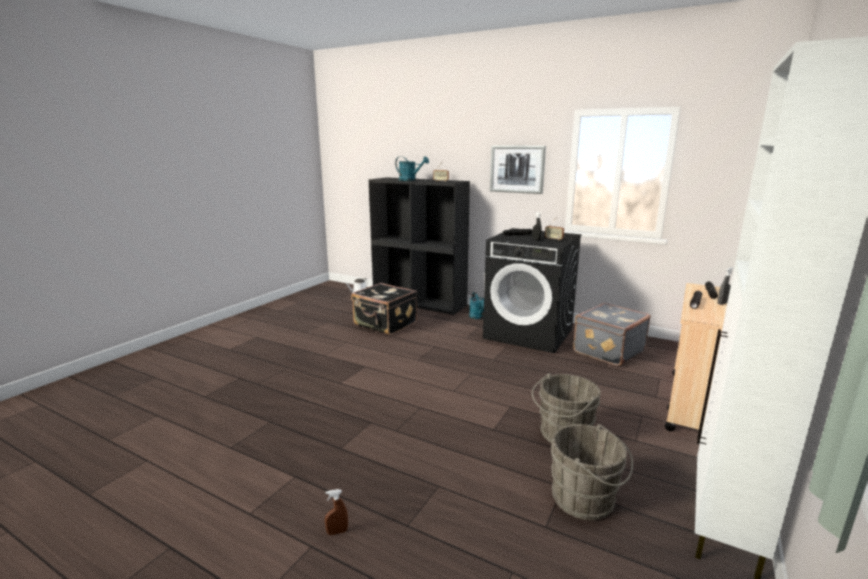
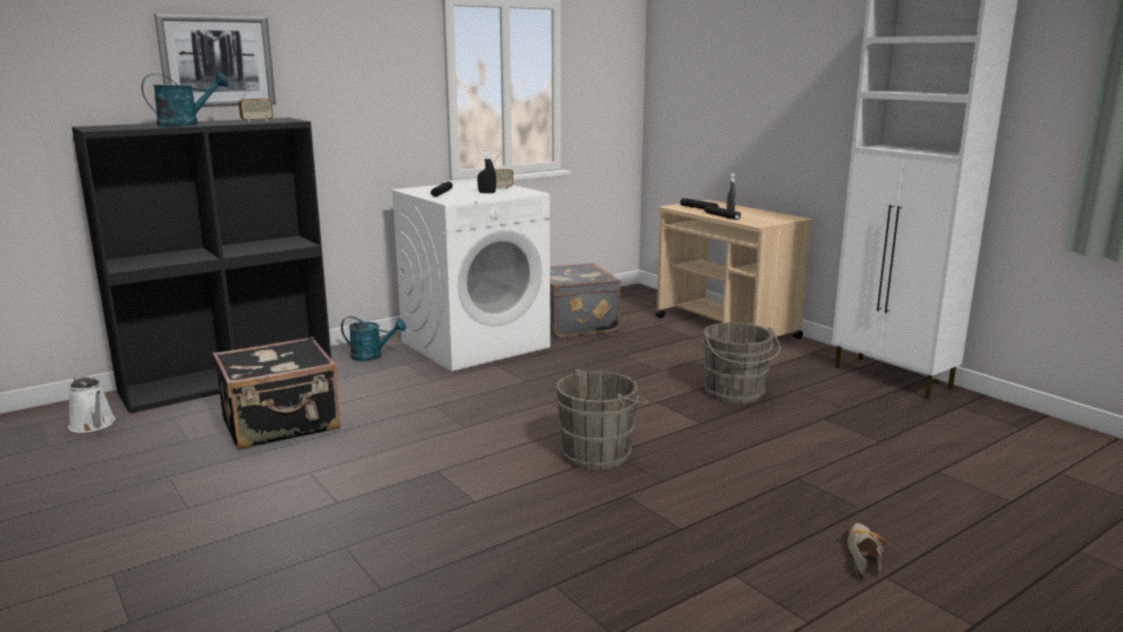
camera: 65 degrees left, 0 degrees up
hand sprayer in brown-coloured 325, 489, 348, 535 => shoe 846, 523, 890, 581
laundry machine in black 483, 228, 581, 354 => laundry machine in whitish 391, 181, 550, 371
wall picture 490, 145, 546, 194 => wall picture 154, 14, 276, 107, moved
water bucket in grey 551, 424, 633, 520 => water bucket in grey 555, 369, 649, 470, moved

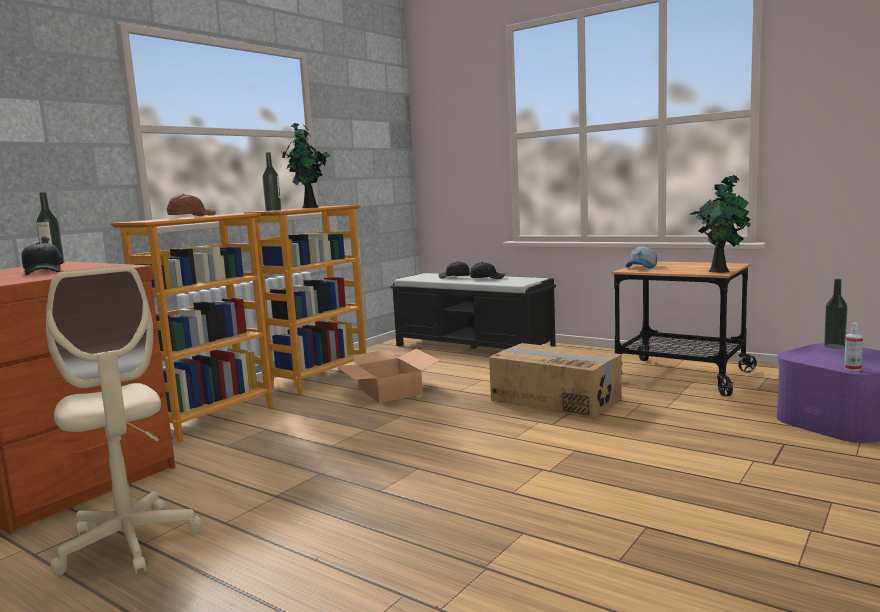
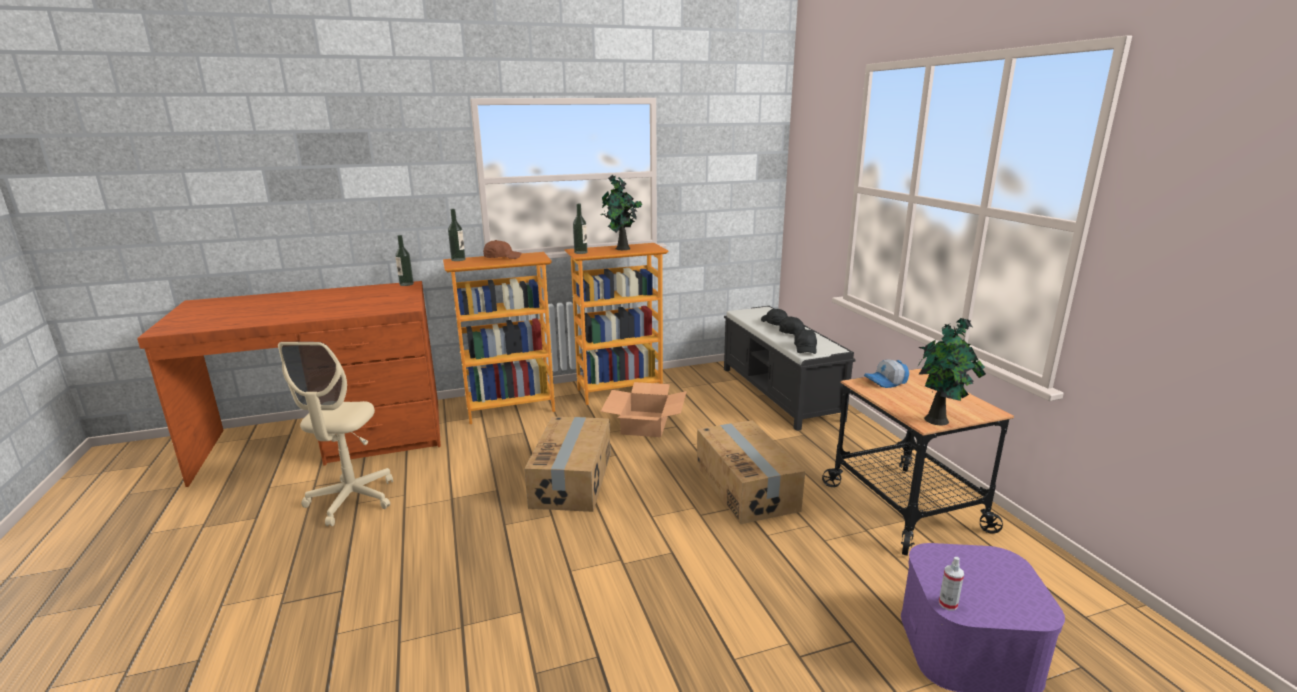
camera: 35 degrees right, 10 degrees up
cap in black 22, 242, 63, 275 => cap in black 794, 329, 817, 354, moved
beverage bottle 824, 279, 848, 349 => beverage bottle 448, 209, 466, 261, moved
nothing => cardboard box 524, 417, 610, 512

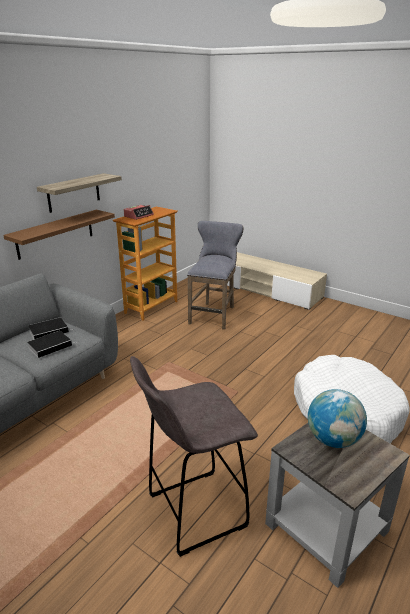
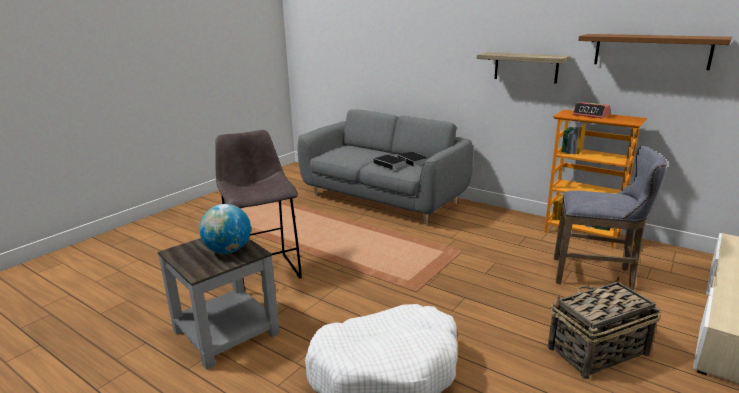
camera: 90 degrees right, 5 degrees down
shelf in brown-coloured 3, 210, 115, 260 => shelf in brown-coloured 578, 34, 732, 70, moved
nothing => household basket 548, 276, 661, 379

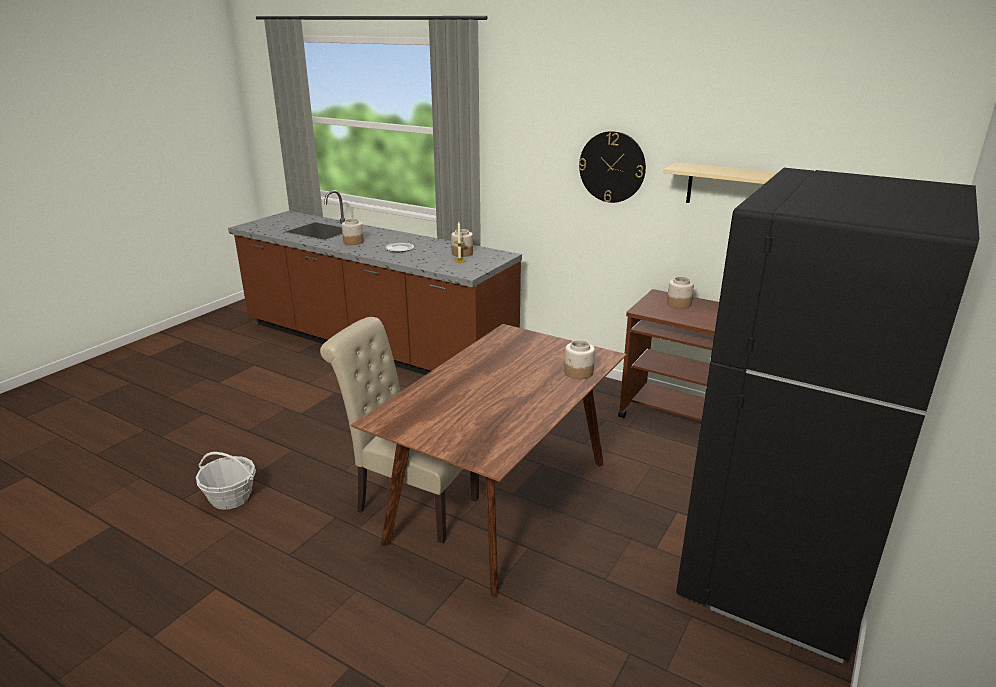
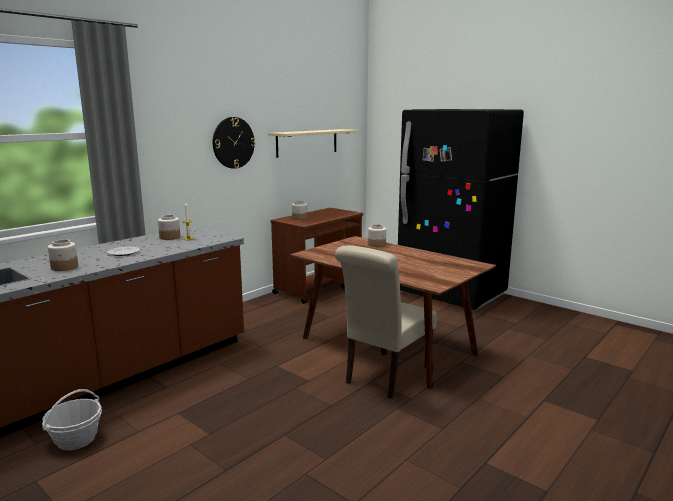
camera: 80 degrees left, 10 degrees down
household basket 196, 452, 256, 510 => household basket 42, 389, 102, 450, moved

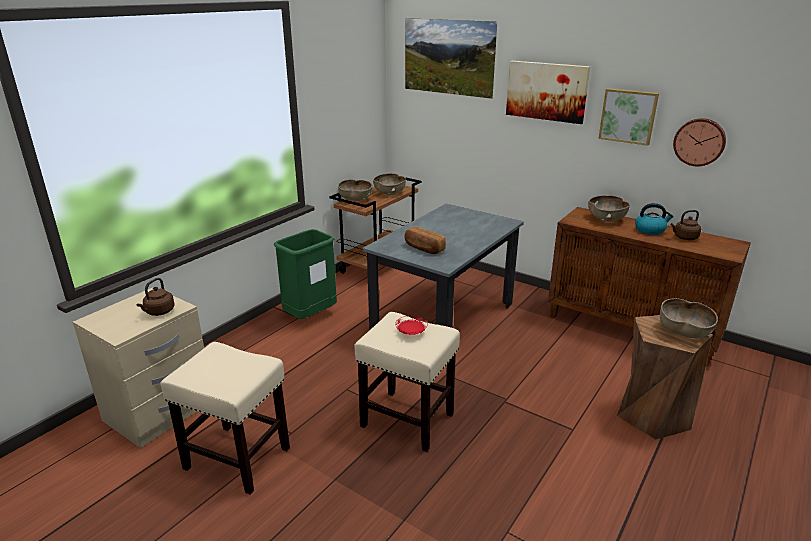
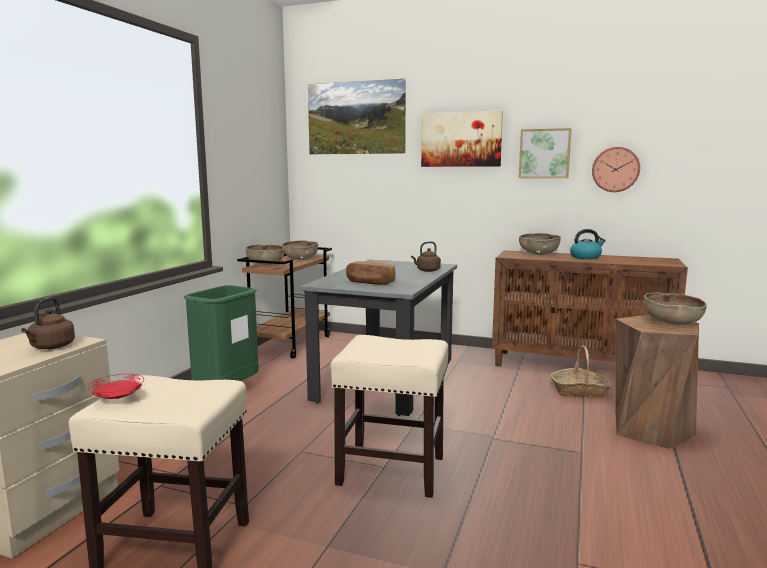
camera: 15 degrees left, 15 degrees down
plate in reddish 395, 316, 428, 335 => plate in reddish 88, 374, 144, 399, moved
tea kettle in brown-coloured 671, 210, 701, 240 => tea kettle in brown-coloured 411, 241, 441, 272, moved
nothing => household basket 551, 345, 612, 398

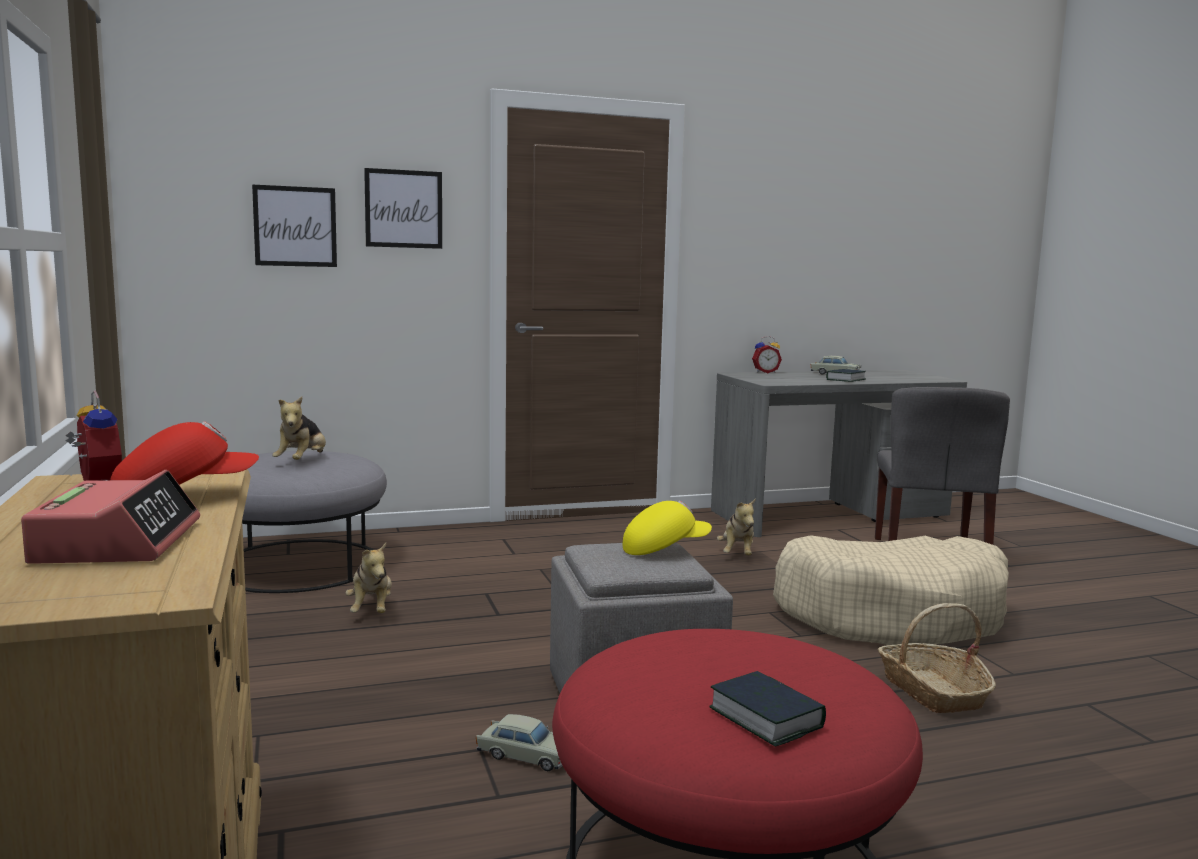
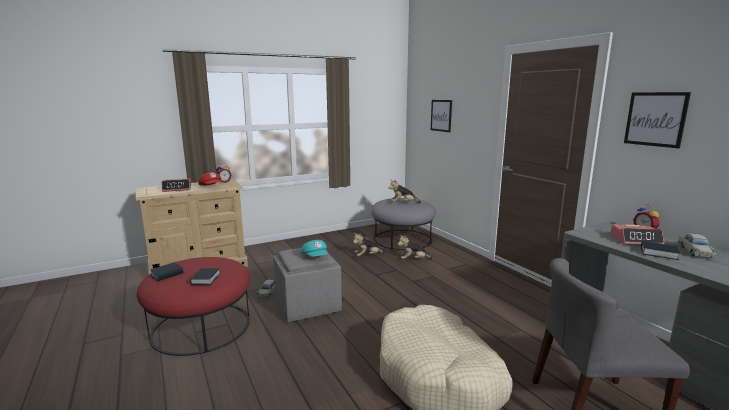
camera: 80 degrees right, 5 degrees up
wall picture 364, 168, 442, 249 => wall picture 624, 92, 691, 149, moved
cap in yellowish 623, 501, 712, 555 => cap in turquoise 301, 240, 328, 257
soft toy 717, 498, 756, 556 => soft toy 398, 234, 433, 259, moved
household basket 878, 603, 996, 713 => nothing
nothing => volume 190, 268, 220, 285
nothing => alarm clock 611, 224, 664, 245

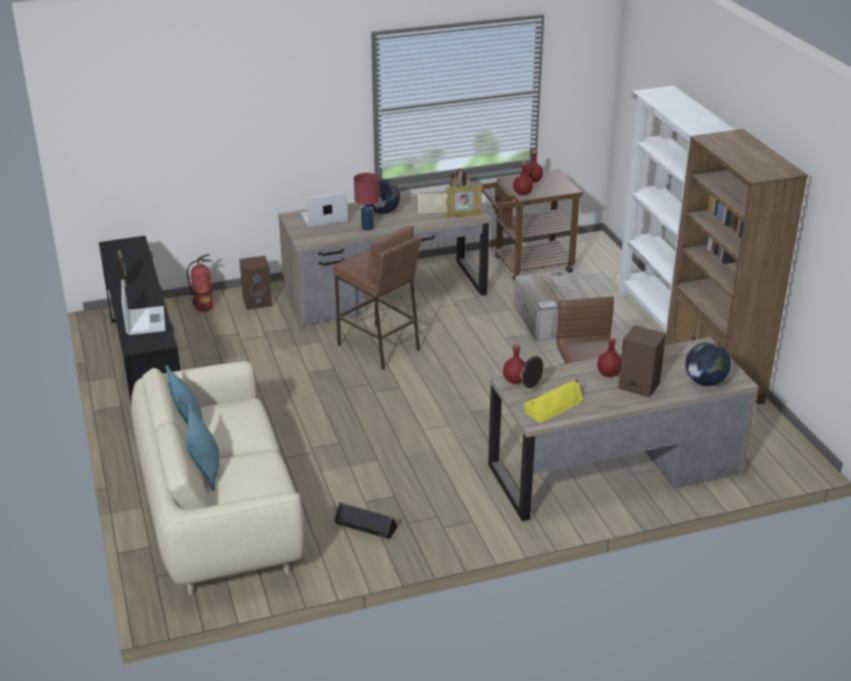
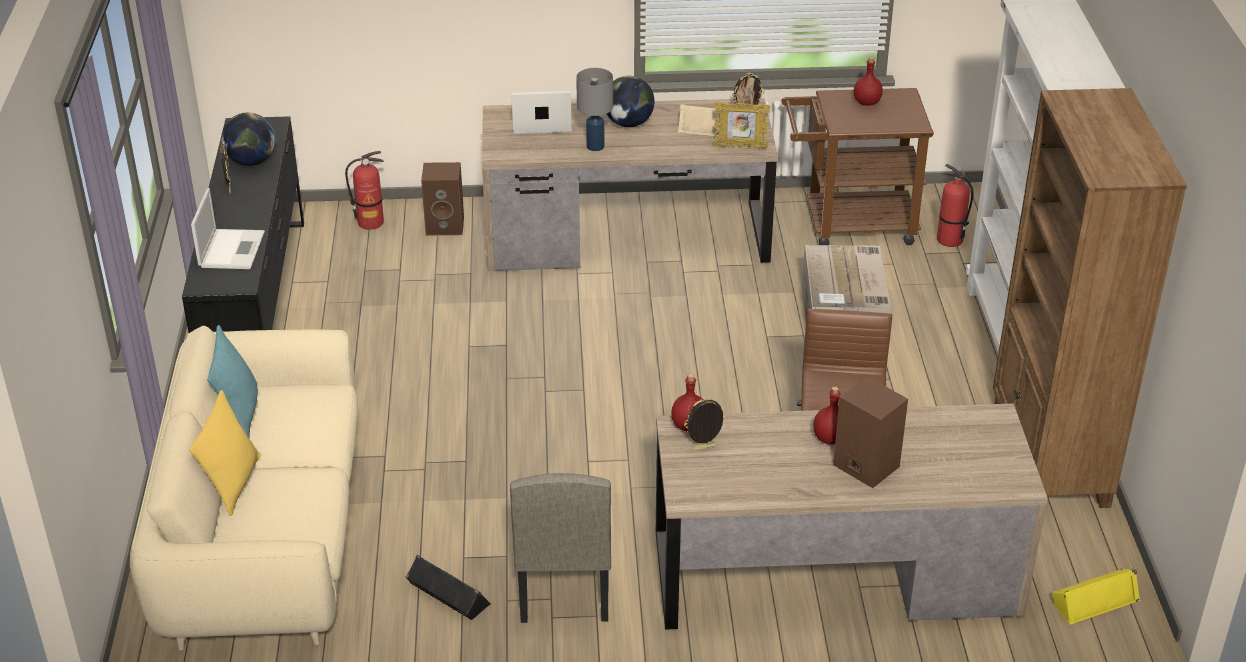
camera: 15 degrees right, 5 degrees up
pillow in turquoise 185, 404, 219, 491 => pillow in yellowish 189, 390, 261, 516
stool seat in brown-coloured 333, 225, 421, 370 => nothing
table lamp in reddish 354, 173, 379, 231 => table lamp in grey 576, 68, 613, 151
beverage bottle in reddish 513, 162, 533, 195 => nothing
speaker in yellowish 523, 379, 584, 423 => speaker in yellowish 1052, 569, 1140, 625, moved
desk globe 685, 342, 731, 386 => desk globe 221, 113, 275, 166, moved
nothing => plain chair in beige-coloured 510, 473, 611, 623
nothing => extinguisher 937, 164, 973, 247

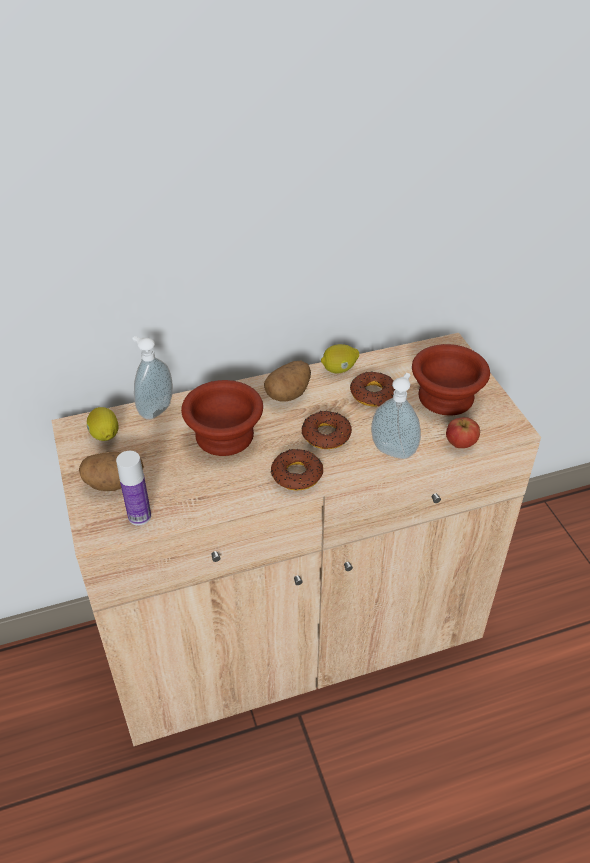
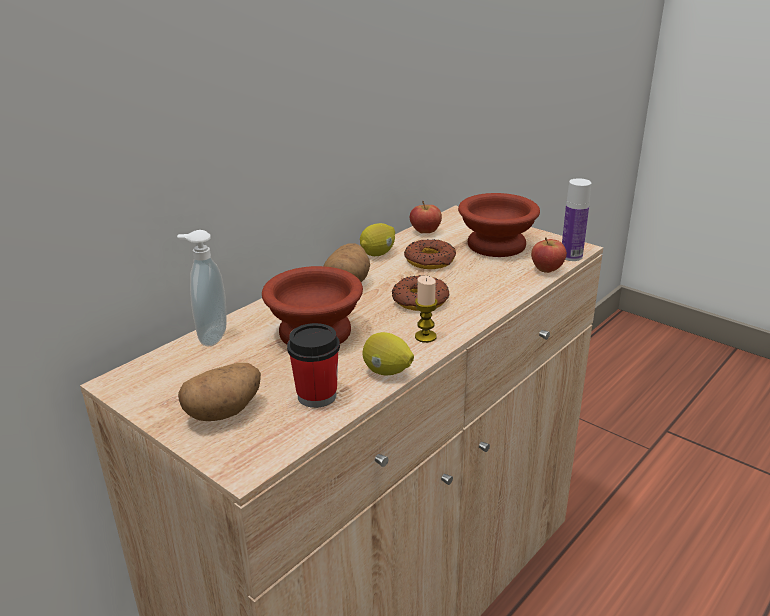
camera: 30 degrees left, 15 degrees down
lemon 87, 407, 119, 441 => lemon 362, 332, 414, 375, moved
beverage bottle 116, 451, 151, 525 => beverage bottle 562, 178, 591, 261, moved
donut 271, 449, 323, 490 => wax light 415, 276, 438, 343
soap dispenser 371, 373, 421, 459 => nothing
nothing => drinking cup 287, 323, 340, 408
nothing => whole apple 410, 201, 442, 233

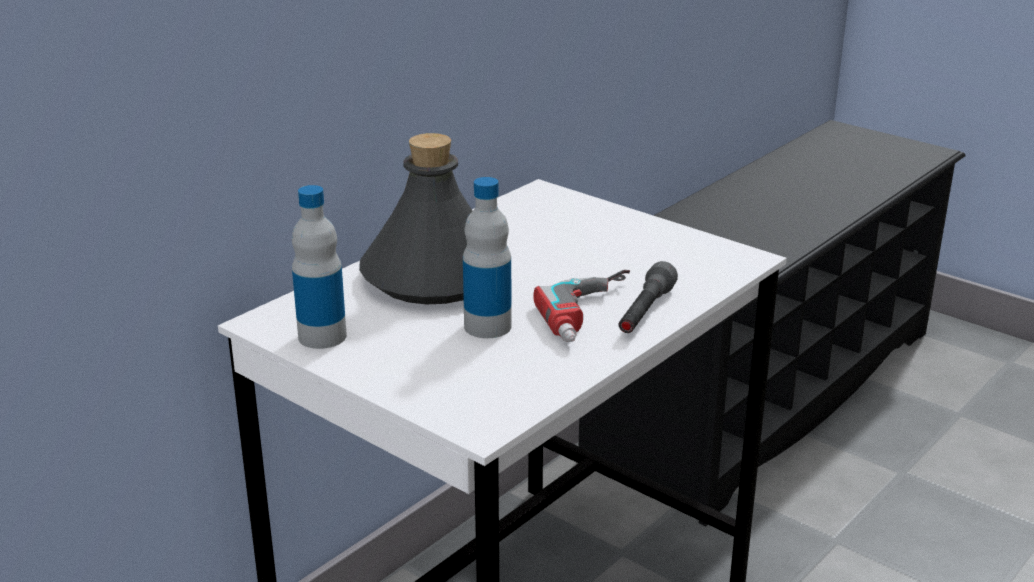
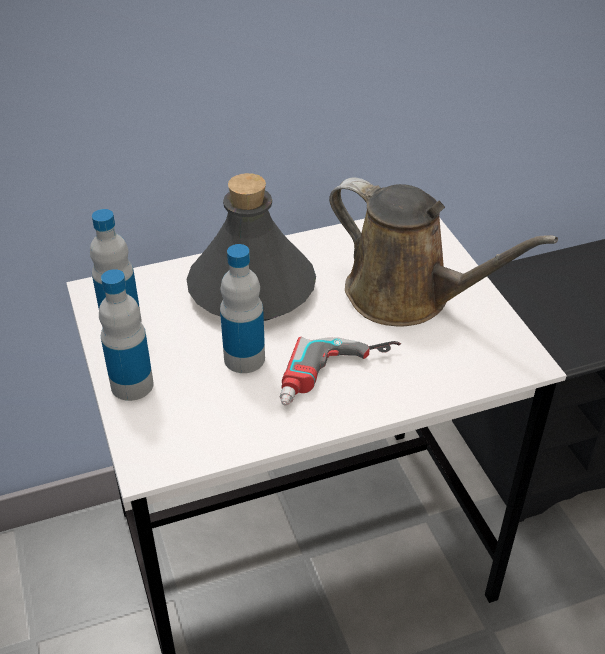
camera: 30 degrees right, 15 degrees up
flashlight in grey 619, 261, 678, 333 => nothing
nothing => beverage bottle 99, 269, 154, 401
nothing => watering can in brown-coloured 329, 178, 558, 327

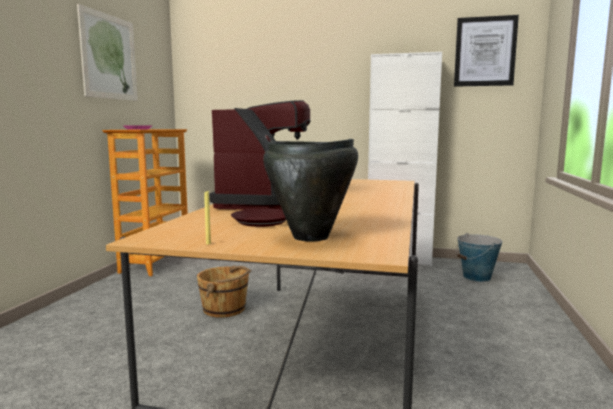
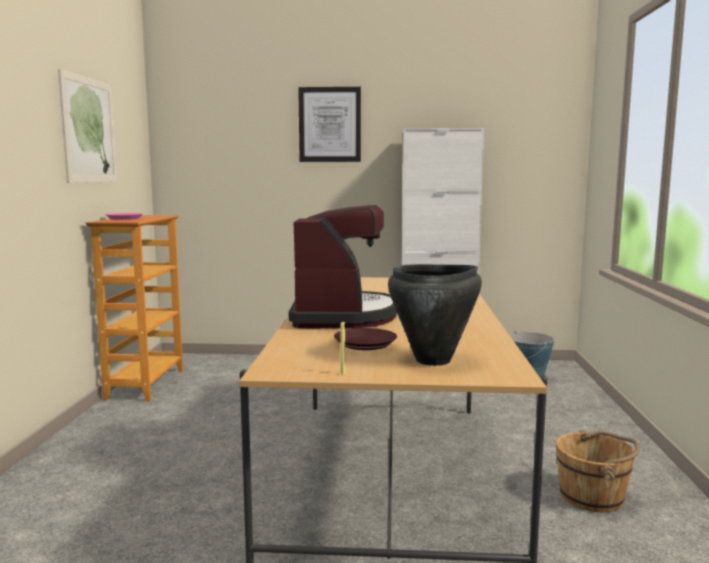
camera: 10 degrees left, 0 degrees up
water bucket in brown-coloured 197, 266, 251, 318 => water bucket in brown-coloured 556, 430, 640, 513, moved
wall picture 454, 15, 519, 87 => wall picture 298, 87, 361, 162, moved

